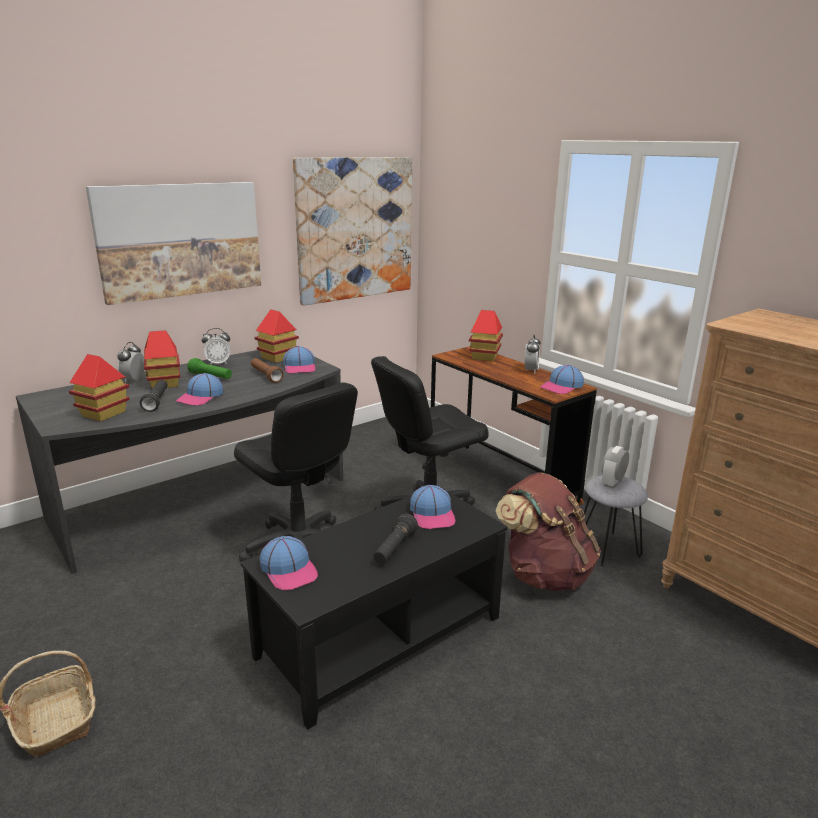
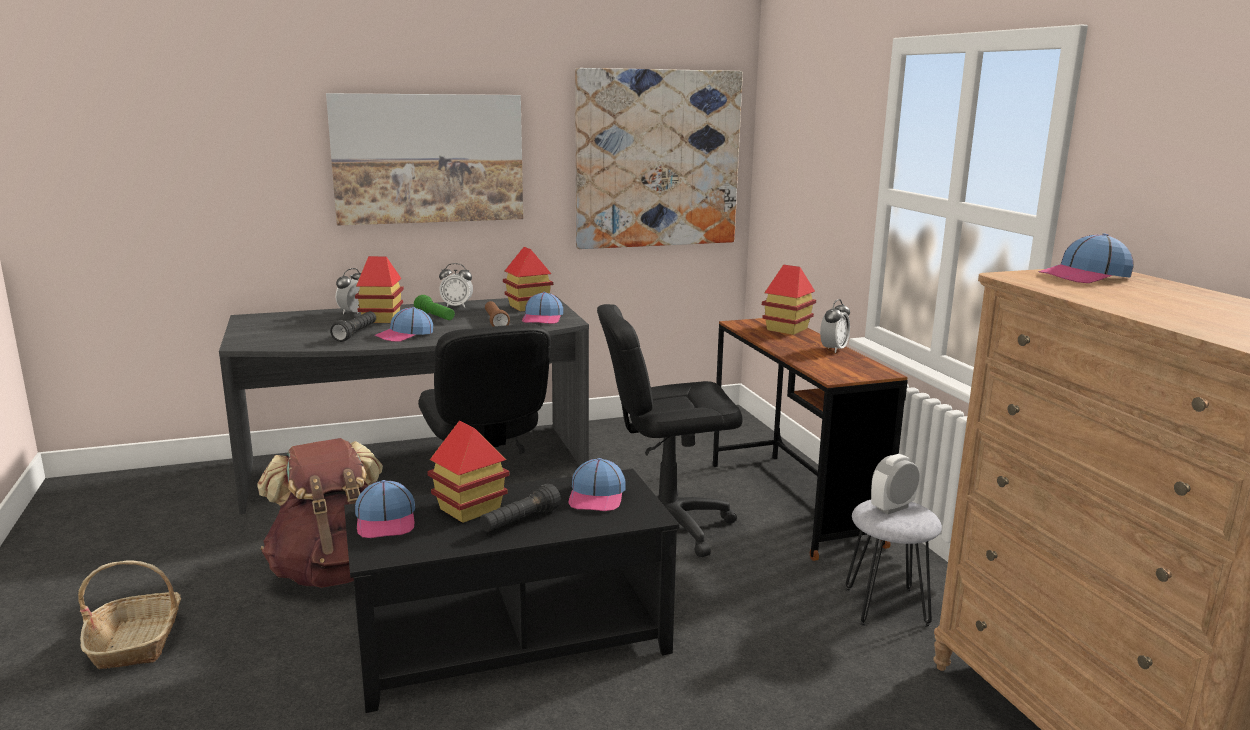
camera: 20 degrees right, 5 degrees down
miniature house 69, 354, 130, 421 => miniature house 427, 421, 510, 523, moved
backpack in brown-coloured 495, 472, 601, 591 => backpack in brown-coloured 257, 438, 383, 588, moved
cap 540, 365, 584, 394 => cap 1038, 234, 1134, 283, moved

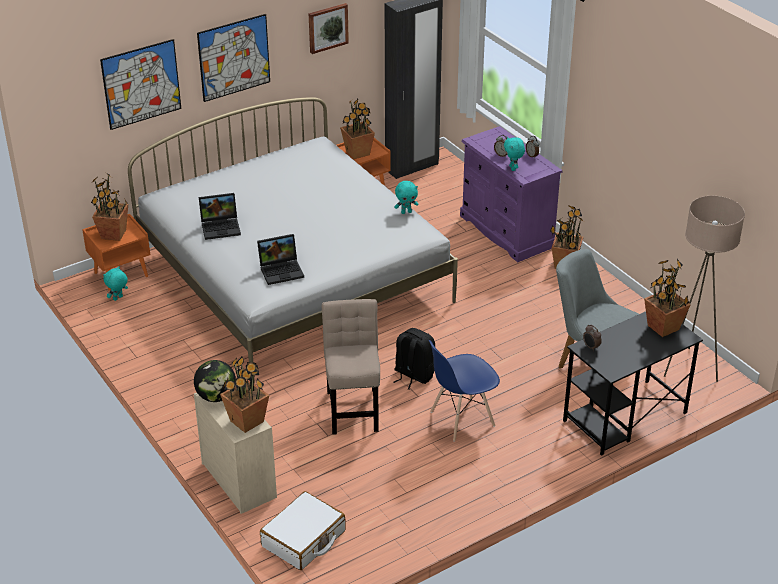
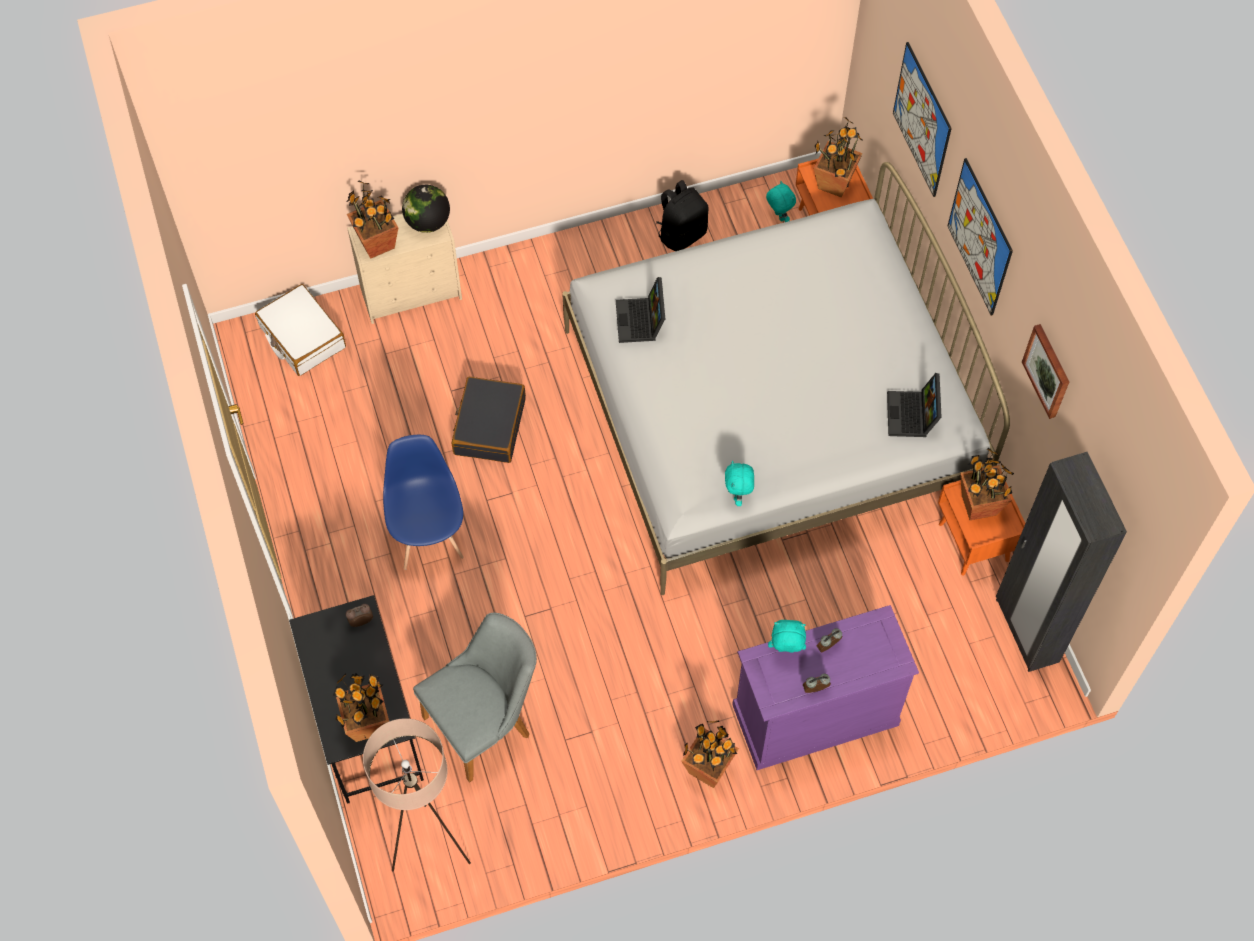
camera: 105 degrees right, 25 degrees up
notebook computer 199, 193, 241, 240 => notebook computer 887, 373, 942, 437, moved
plain chair in beige-coloured 322, 299, 380, 435 => travel case in black 452, 377, 526, 463
backpack in black 393, 328, 435, 390 => backpack in black 656, 180, 708, 251, moved

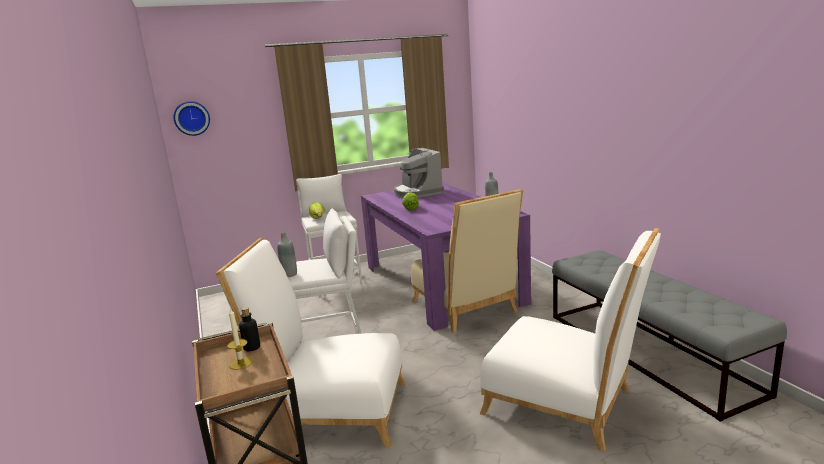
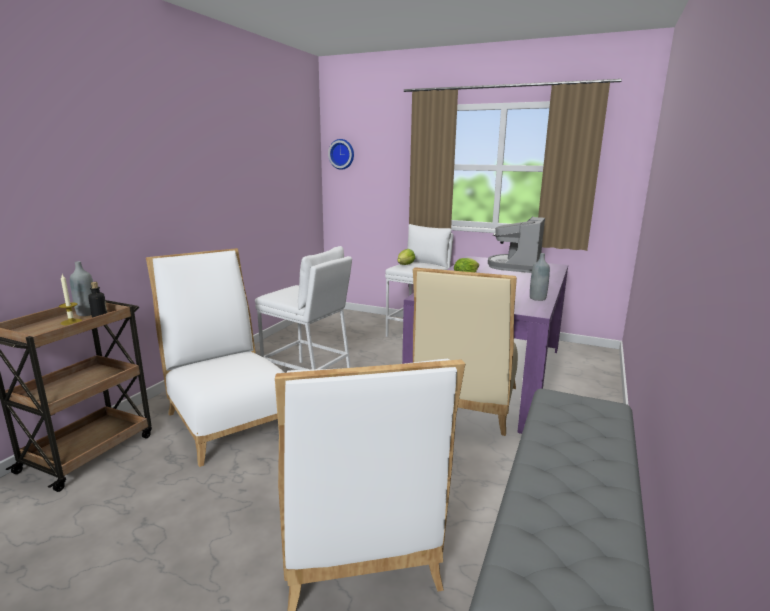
camera: 45 degrees right, 0 degrees up
beverage bottle in grey 277, 232, 297, 277 => beverage bottle in grey 70, 261, 93, 316, moved

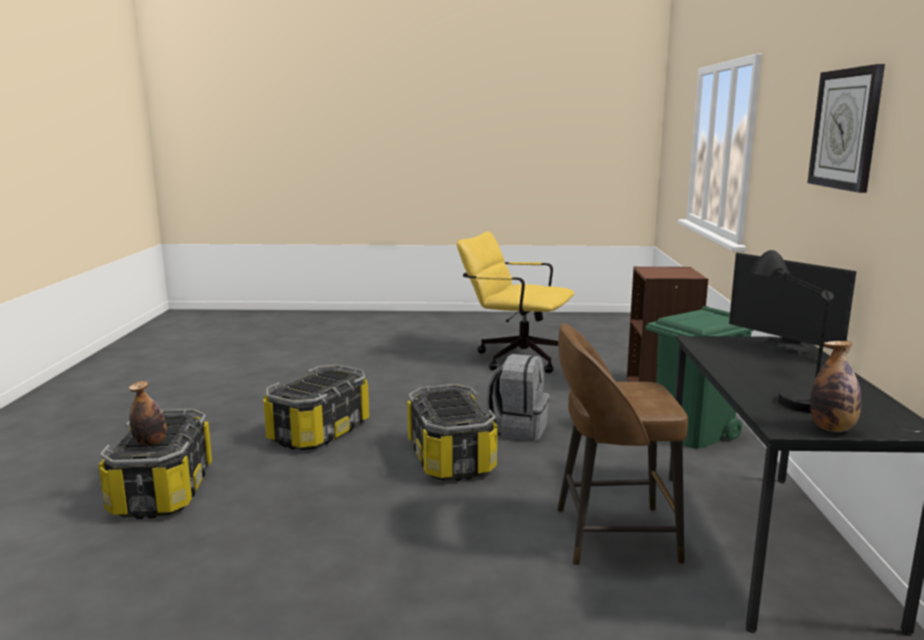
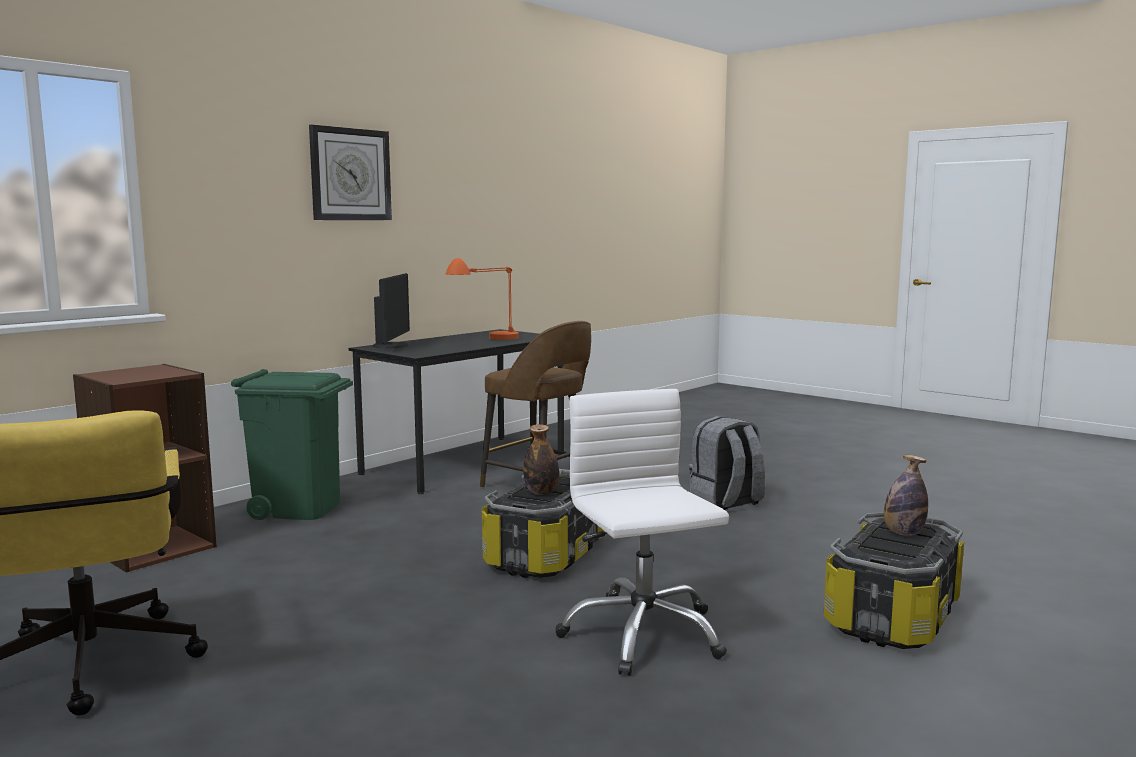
camera: 140 degrees left, 5 degrees down
storage container 264, 365, 369, 450 => desk chair in whitish 555, 389, 729, 676
backpack in grey 486, 354, 550, 441 => backpack in grey 689, 416, 765, 510, moved
table lamp in black 750, 250, 834, 413 => table lamp in orangey 446, 258, 519, 340
beverage bottle 810, 341, 862, 432 => beverage bottle 523, 424, 559, 495, moved

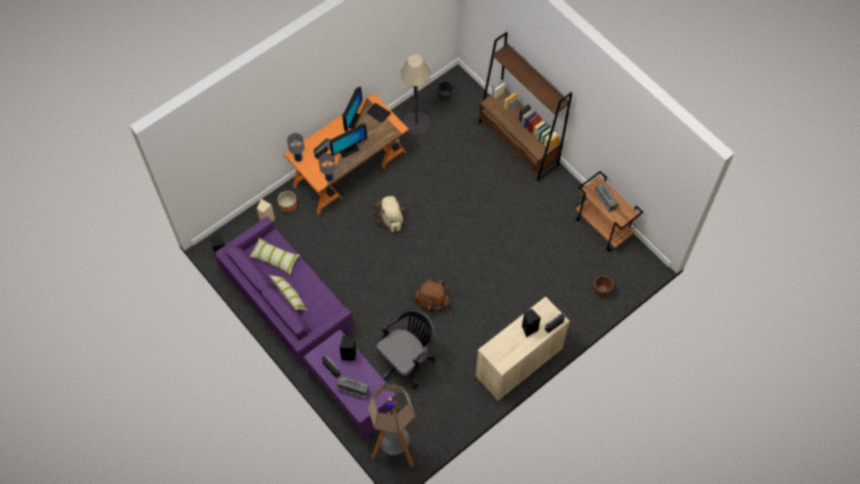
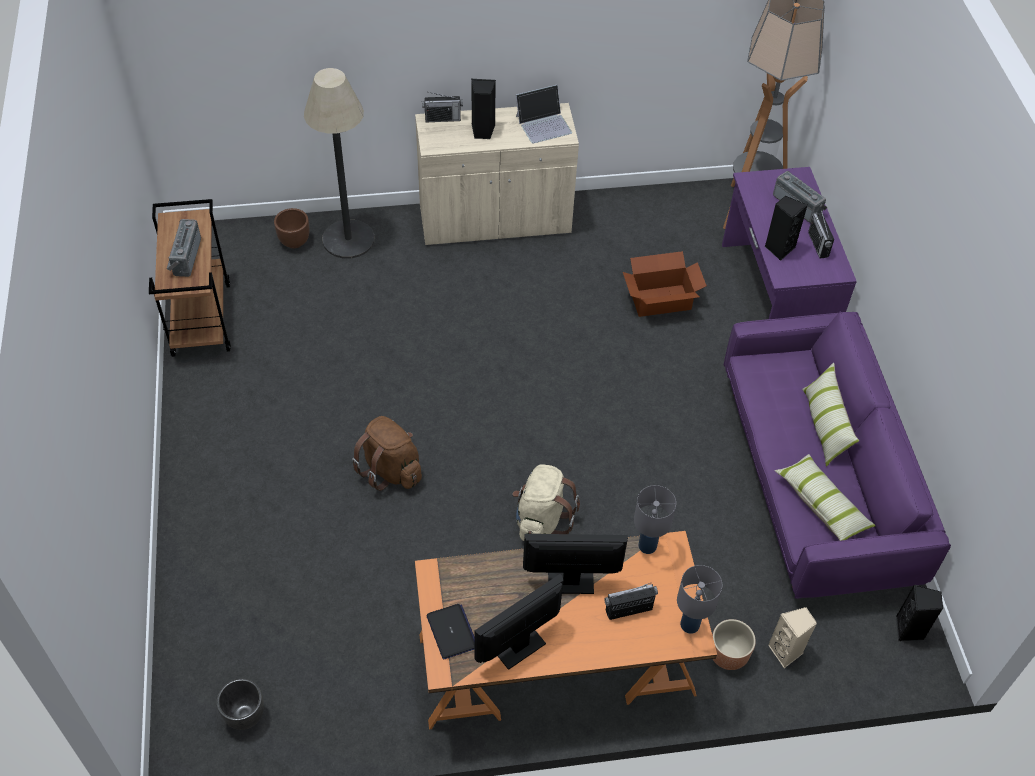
camera: 150 degrees left, 10 degrees down
desk chair in black 376, 309, 435, 389 => cardboard box 623, 251, 707, 317
floor lamp 400, 54, 430, 135 => floor lamp 304, 68, 374, 259, moved
backpack in brown-coloured 414, 278, 451, 311 => backpack in brown-coloured 352, 416, 422, 491, moved
bookshelf in brown-coloured 478, 32, 572, 182 => nothing
nothing => notebook computer 516, 85, 572, 144

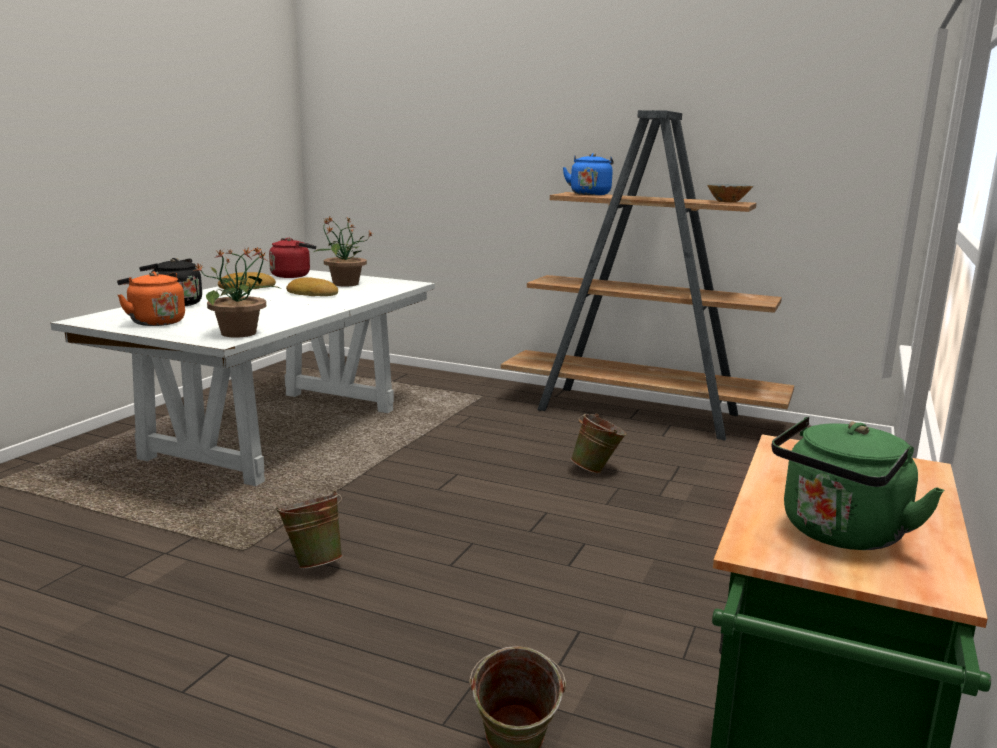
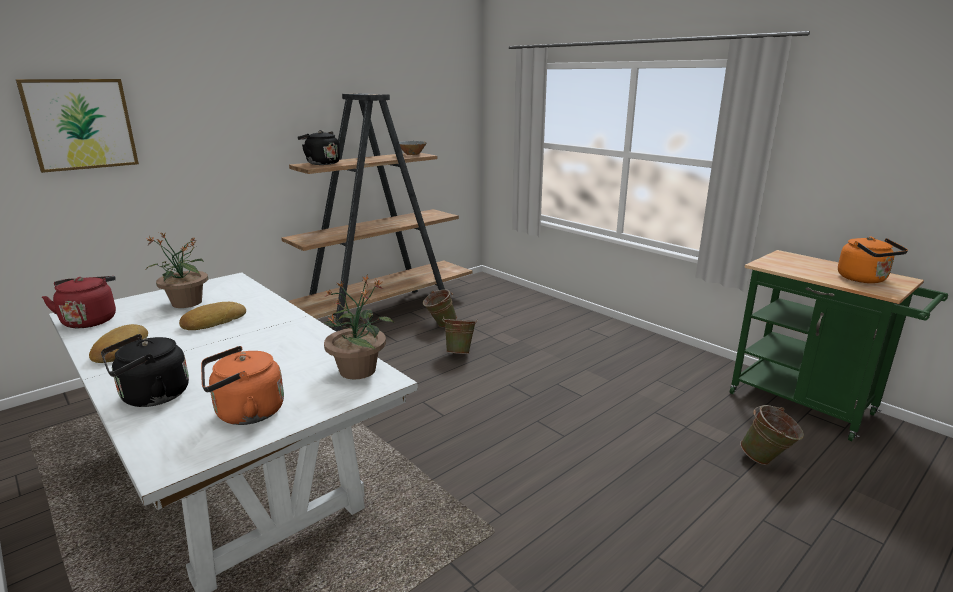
camera: 65 degrees left, 5 degrees up
water bucket in greenish 276, 491, 343, 569 => water bucket in greenish 423, 289, 457, 327, moved
tea kettle in blue 563, 153, 614, 195 => tea kettle in black 297, 130, 340, 165
tea kettle in greenish 772, 417, 945, 550 => tea kettle in orangey 838, 237, 908, 283
nothing => wall picture 16, 79, 139, 173

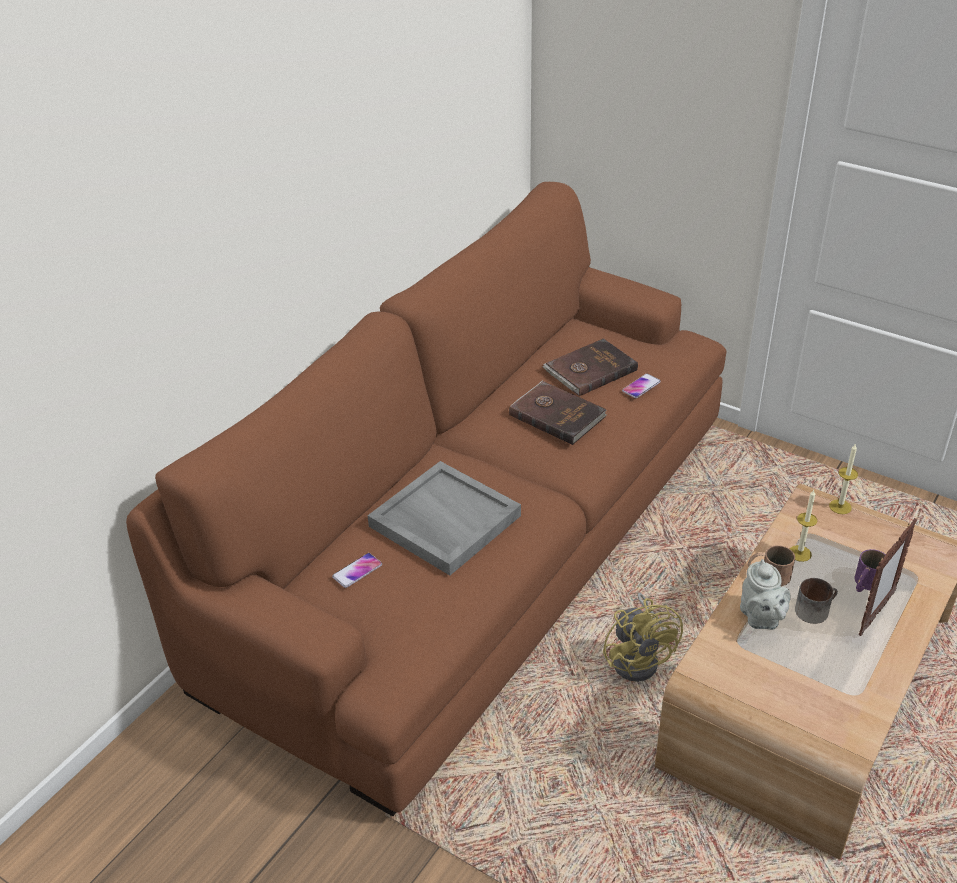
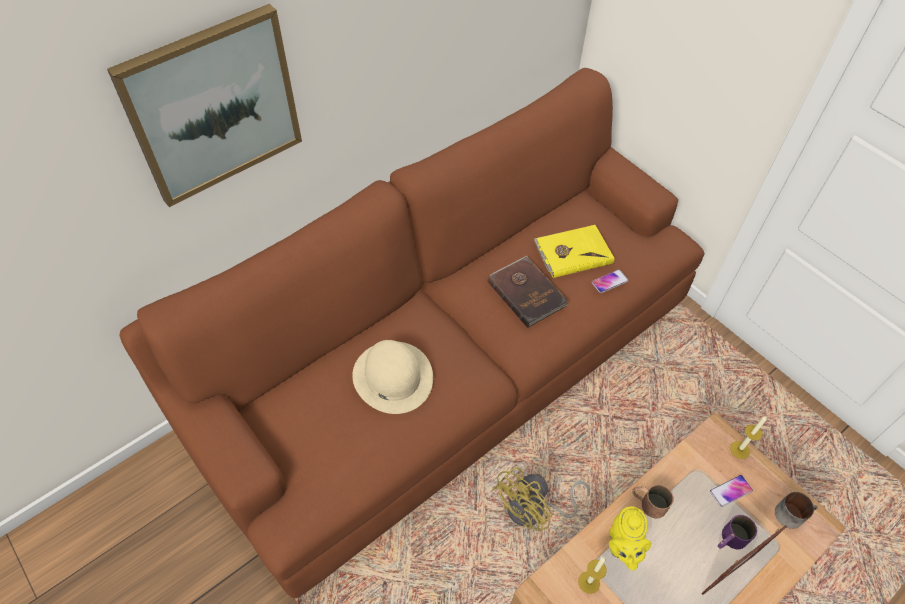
camera: 15 degrees right, 15 degrees up
telephone 332, 553, 382, 588 => telephone 710, 475, 753, 507, moved
tray in grey 368, 461, 521, 575 => wearable hat in beige-coloured 352, 340, 433, 414
volume in brown-coloured 542, 338, 638, 396 => volume in yellowish 534, 225, 614, 278
electric fan in yellowish 603, 593, 683, 682 => electric fan in yellowish 492, 467, 590, 531, 45 degrees clockwise
teapot in grey 740, 559, 791, 630 => teapot in yellowish 609, 506, 651, 571
wax light 790, 490, 817, 562 => wax light 578, 557, 607, 594, moved
mug 795, 578, 838, 624 => mug 775, 492, 818, 529, moved
nothing => wall picture 107, 4, 302, 207

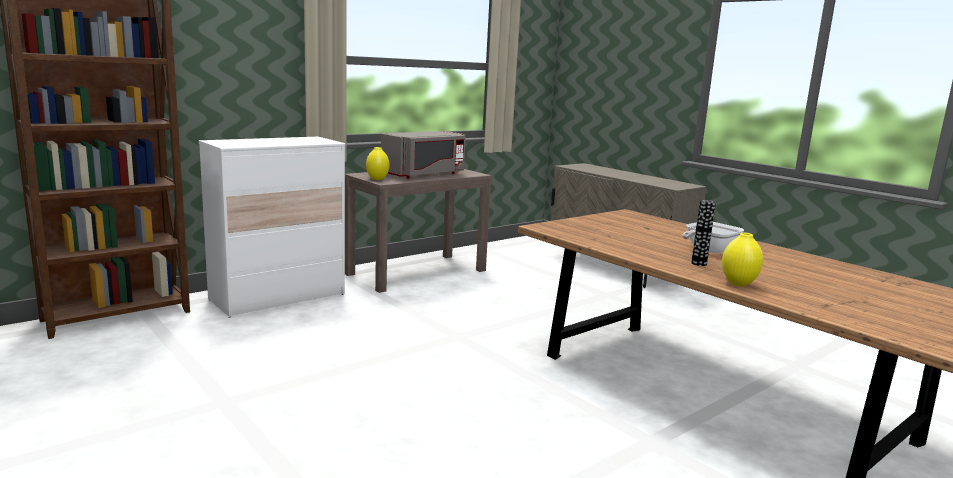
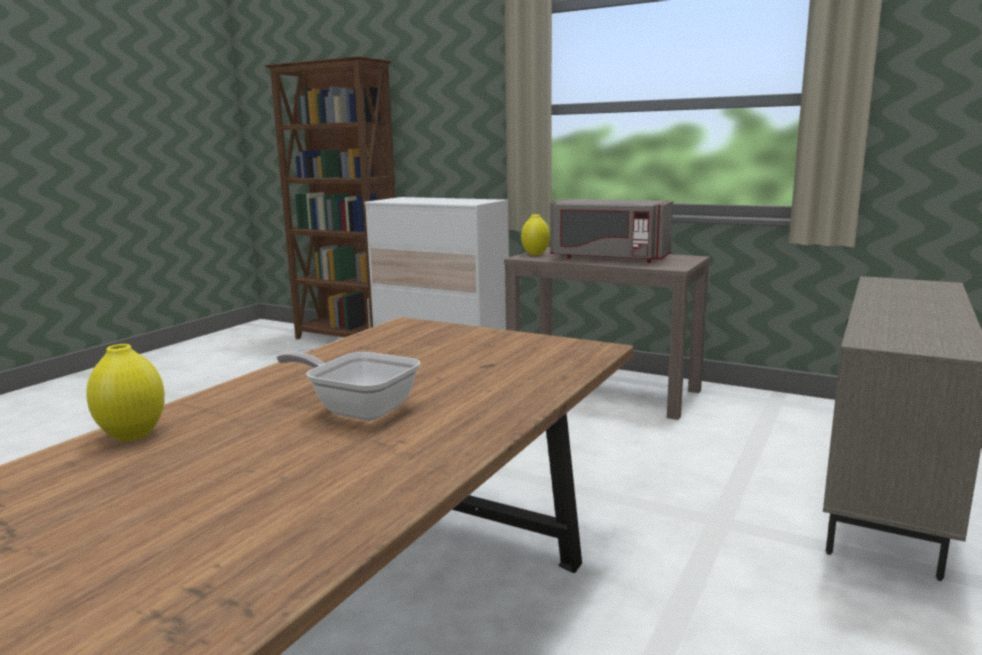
camera: 70 degrees right, 0 degrees up
decorative vase 691, 200, 716, 266 => nothing

